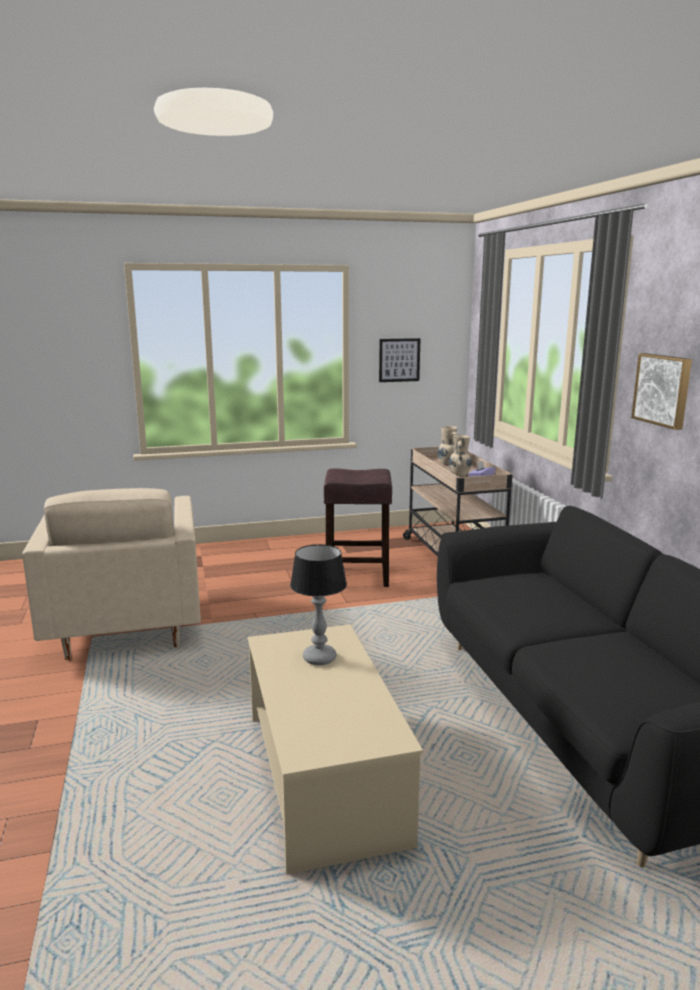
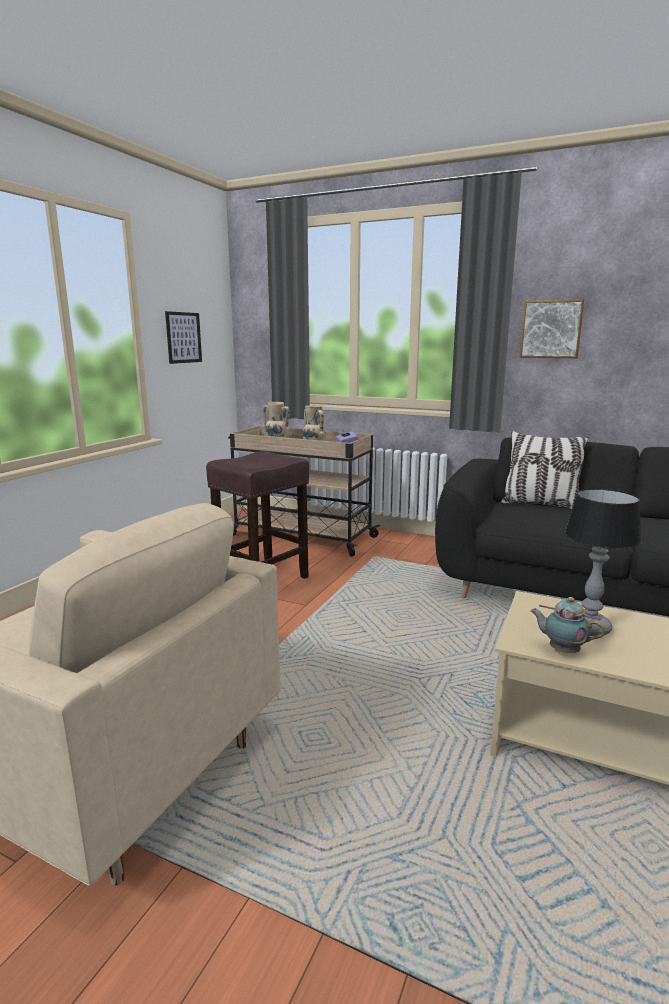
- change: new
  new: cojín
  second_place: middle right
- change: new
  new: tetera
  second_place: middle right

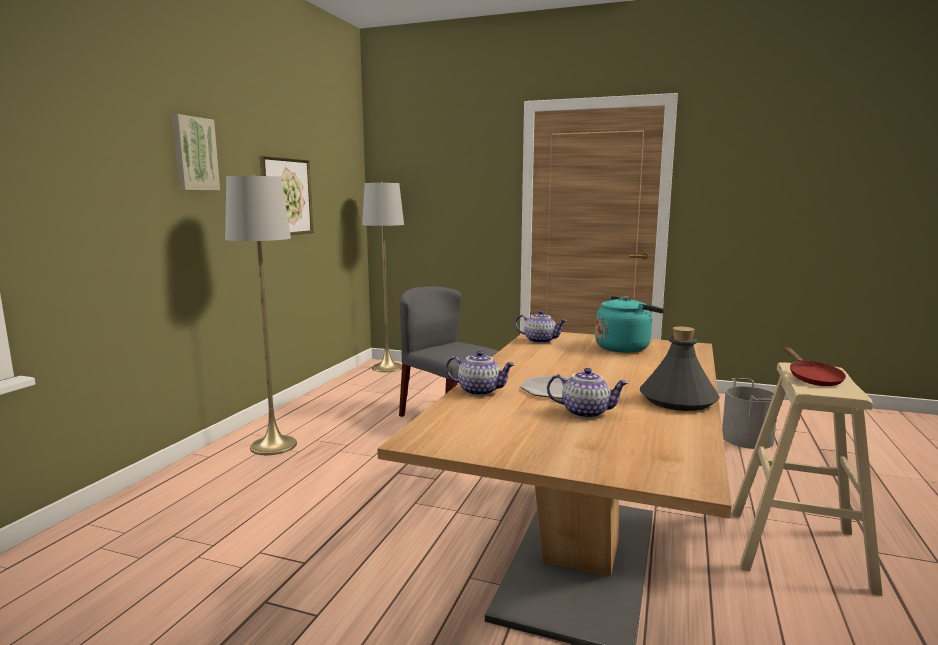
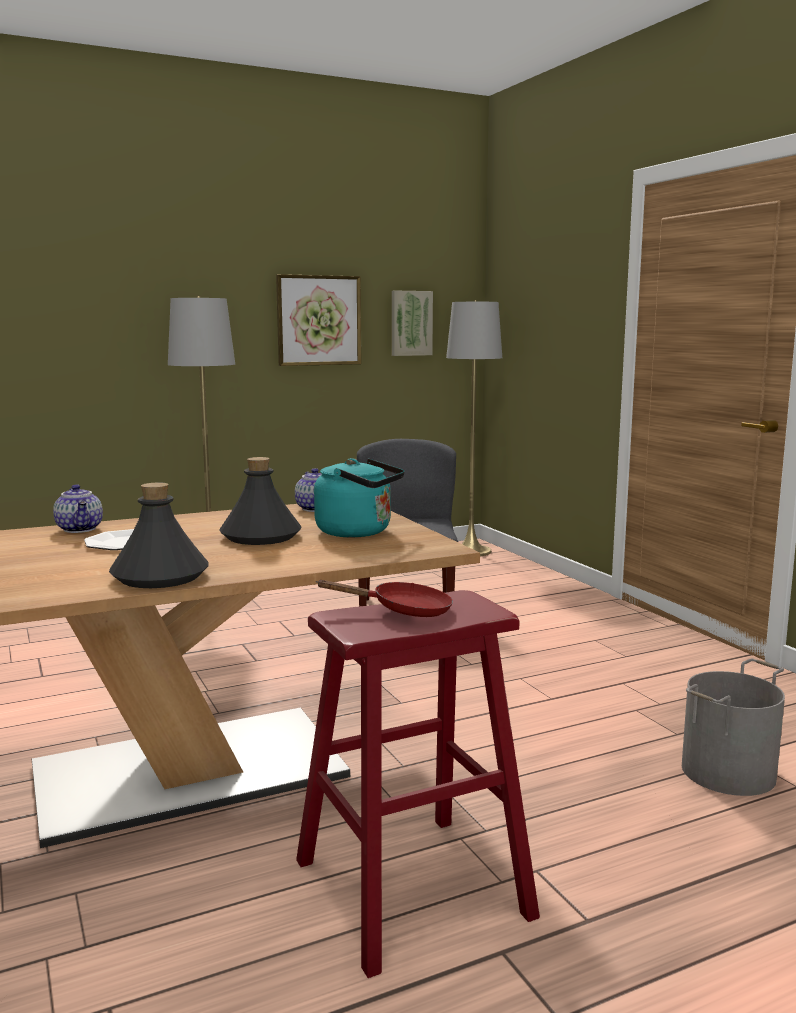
- change: gone
  old: tetera (no. 3 from left)
  first_place: centre
- change: new
  new: botella/gris (no. 2 from left)
  second_place: middle left
- change: shifted
  old: cuadro (no. 1 from left in the first image)
  new: cuadro (no. 2 from left)
  first_place: top left
  second_place: top centre
- change: repainted
  old: taburete/beis
  new: taburete/rojo
  first_place: bottom right
  second_place: bottom centre
- change: rotated
  old: sartén/rojo
  first_place: middle right
  second_place: centre
  degrees: -135

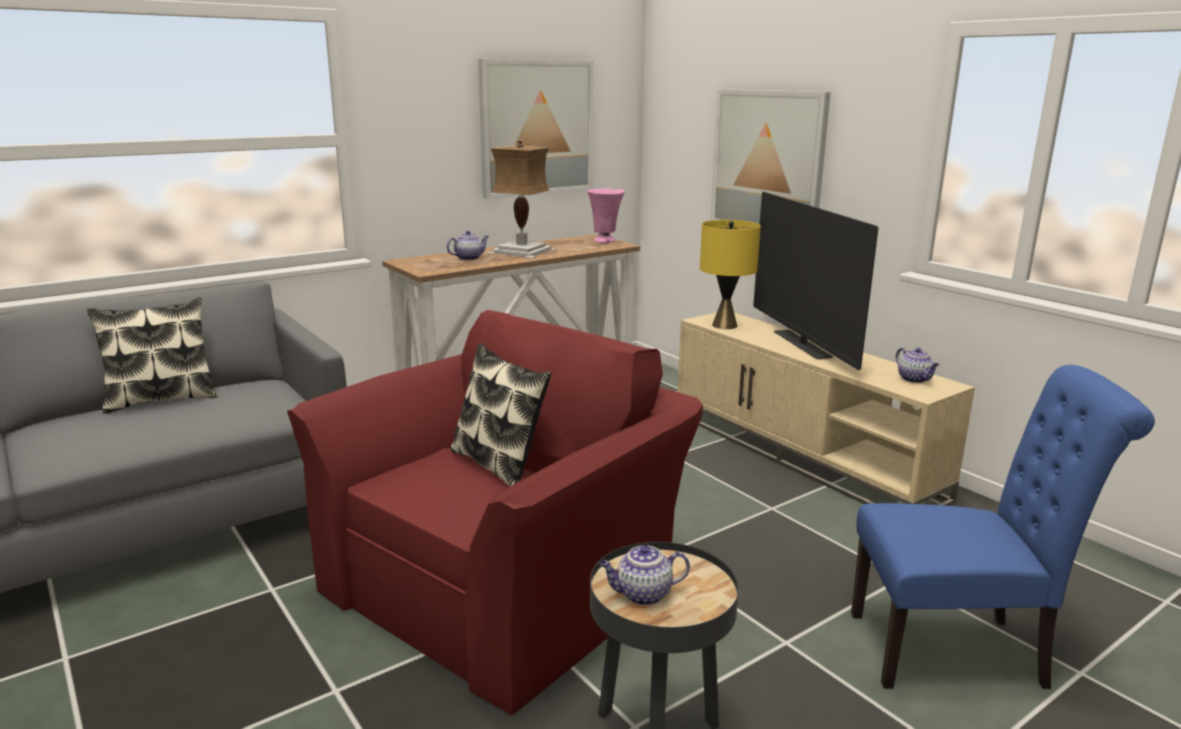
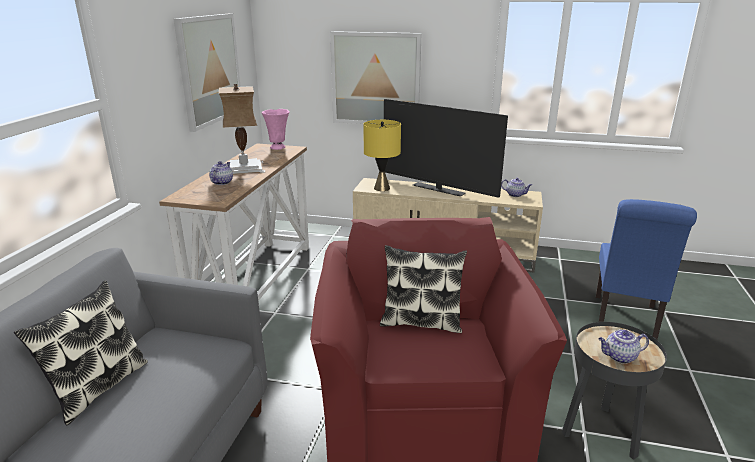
- change: rotated
  old: tetera (no. 2 from left in the first image)
  first_place: bottom centre
  second_place: bottom right
  degrees: 45
- change: rotated
  old: silla/azul
  first_place: bottom right
  second_place: middle right
  degrees: 150

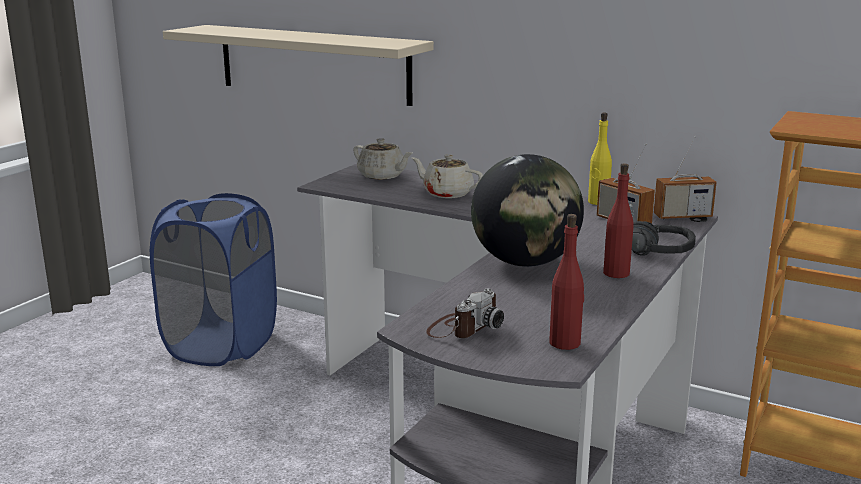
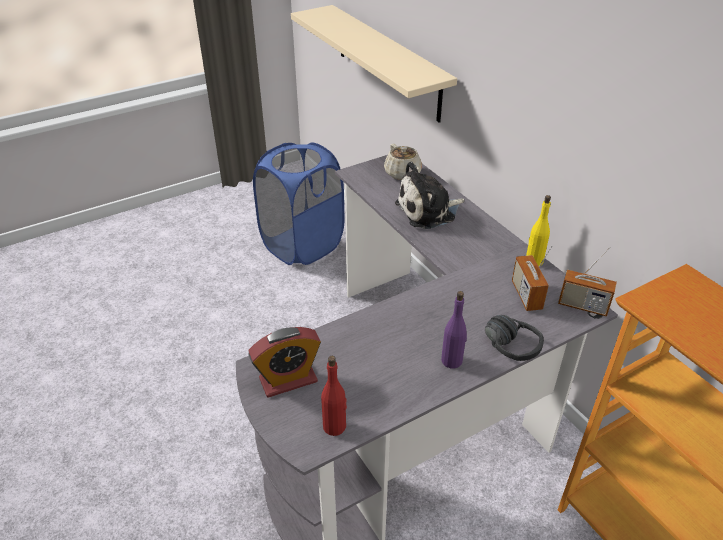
- change: gone
  old: globo terráqueo
  first_place: centre
- change: swapped
  old: tetera/beis (no. 2 from left)
  new: peluche
  first_place: centre
  second_place: centre
- change: swapped
  old: cámara
  new: despertador
  first_place: centre
  second_place: bottom centre
- change: repainted
  old: botella/rojo (no. 2 from left)
  new: botella/morado
  first_place: middle right
  second_place: centre

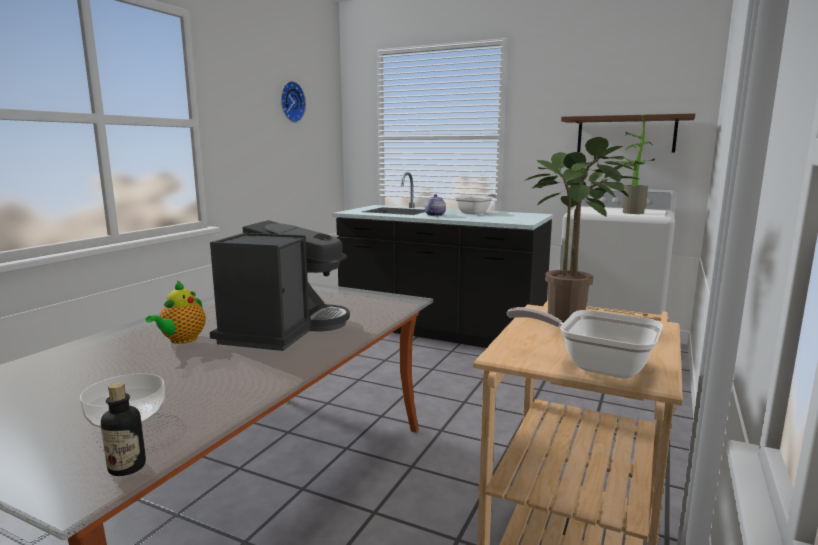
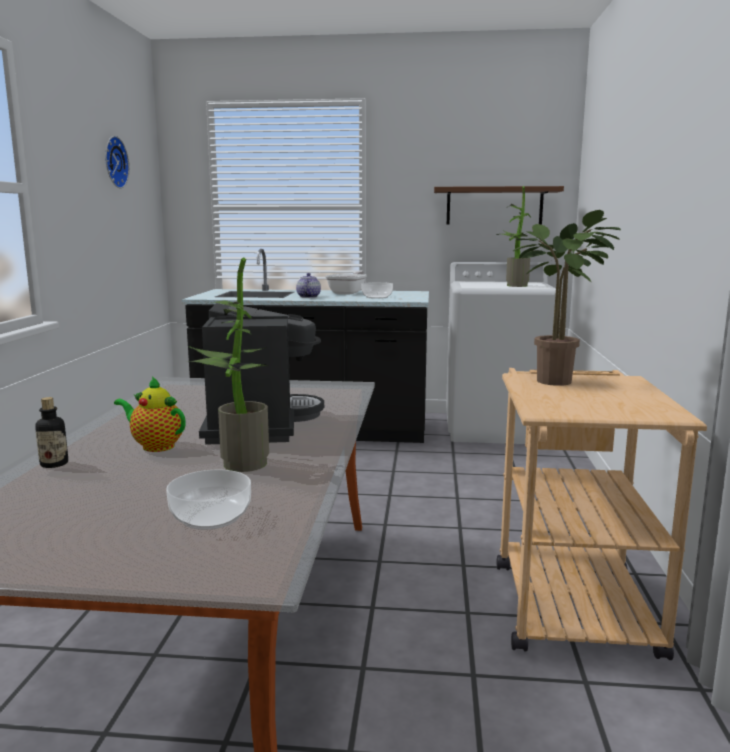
- change: gone
  old: sartén (no. 2 from left)
  first_place: middle right
- change: new
  new: planta en maceta (no. 1 from left)
  second_place: middle left
- change: new
  new: cuenco (no. 2 from left)
  second_place: centre
- change: shifted
  old: botella
  first_place: bottom left
  second_place: middle left
- change: rotated
  old: tetera (no. 1 from left)
  first_place: middle left
  second_place: middle left
  degrees: 120

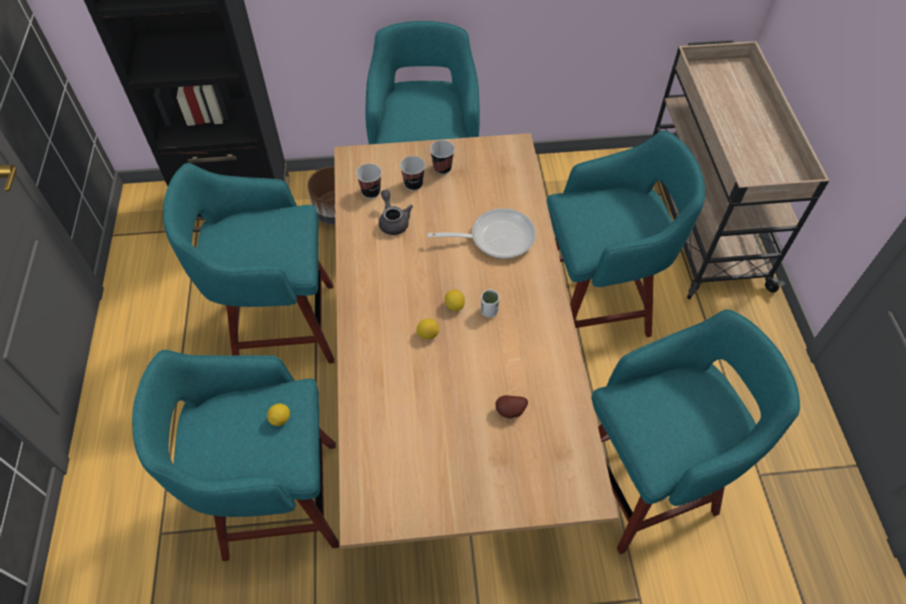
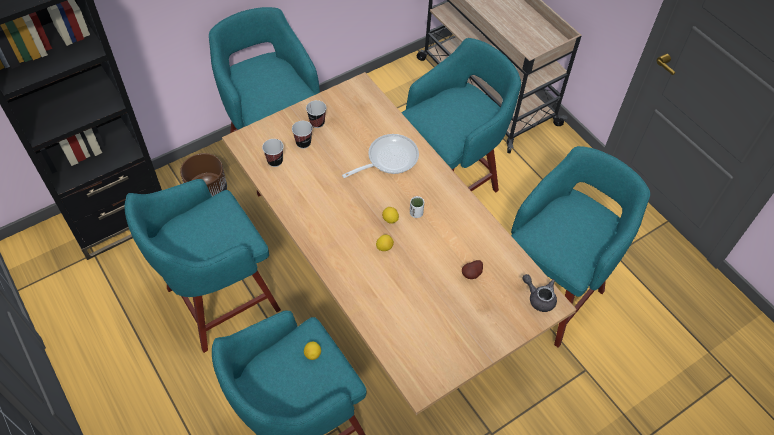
- change: shifted
  old: tetera/gris
  first_place: centre
  second_place: bottom right

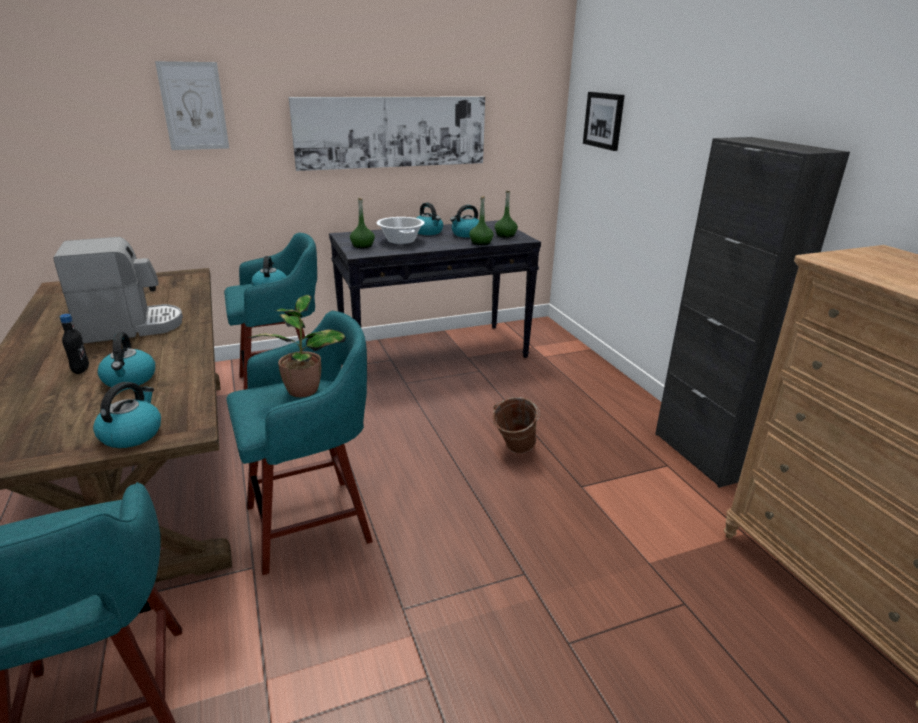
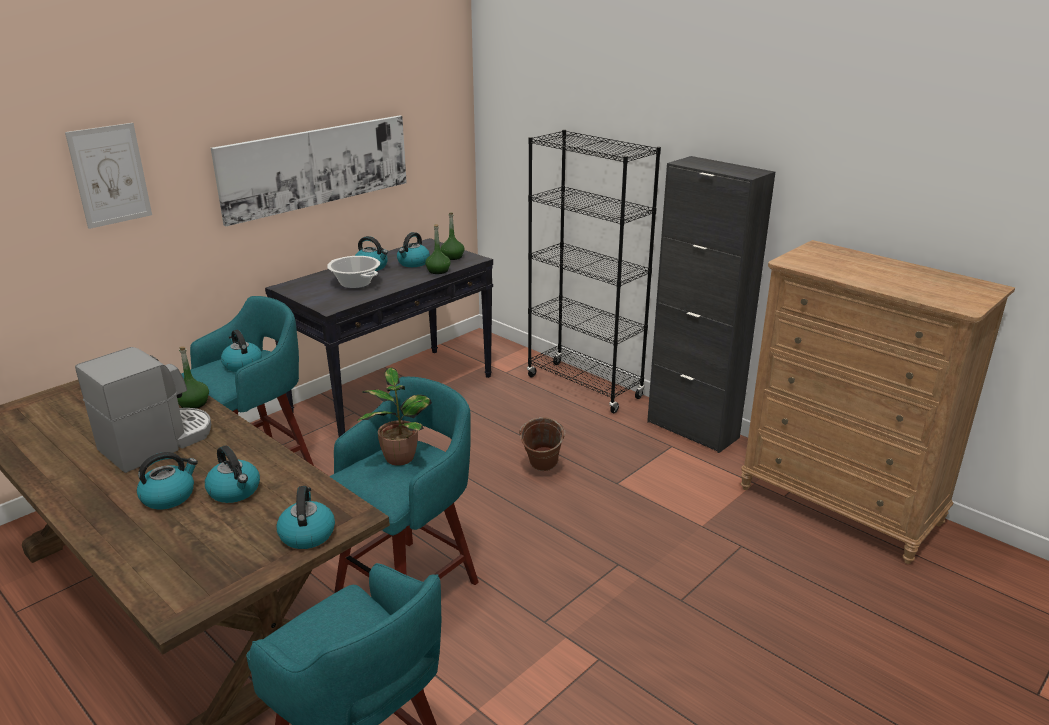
- change: gone
  old: cuadro (no. 3 from left)
  first_place: top centre
- change: new
  new: estantería/negro
  second_place: centre
- change: shifted
  old: botella/verde (no. 1 from left)
  first_place: top centre
  second_place: middle left
- change: swapped
  old: botella/negro
  new: hervidor (no. 1 from left)
  first_place: middle left
  second_place: middle left

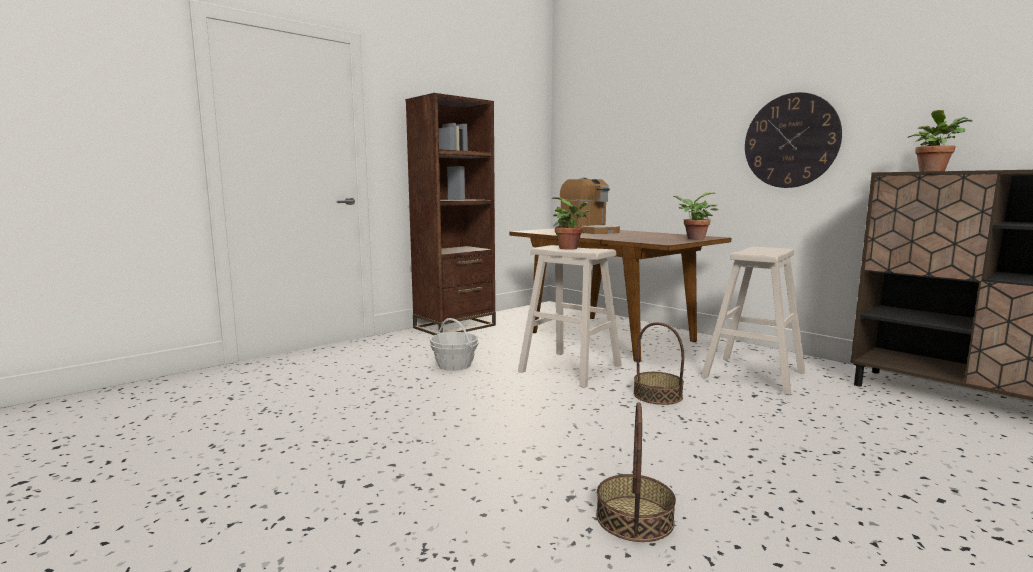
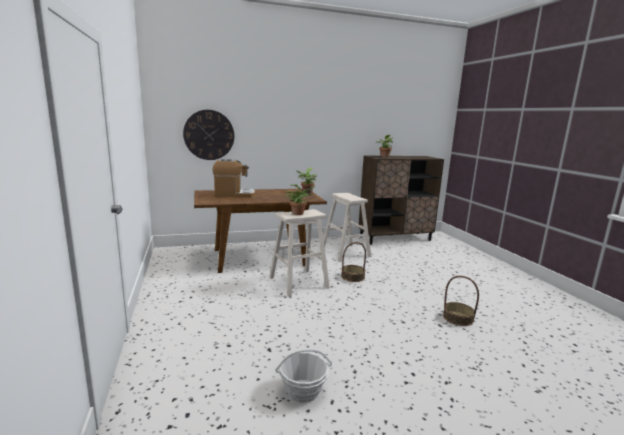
- change: gone
  old: estantería/marrón
  first_place: centre
- change: shifted
  old: cesta (no. 1 from left)
  first_place: centre
  second_place: bottom centre
- change: shifted
  old: reloj de pared
  first_place: top right
  second_place: top centre

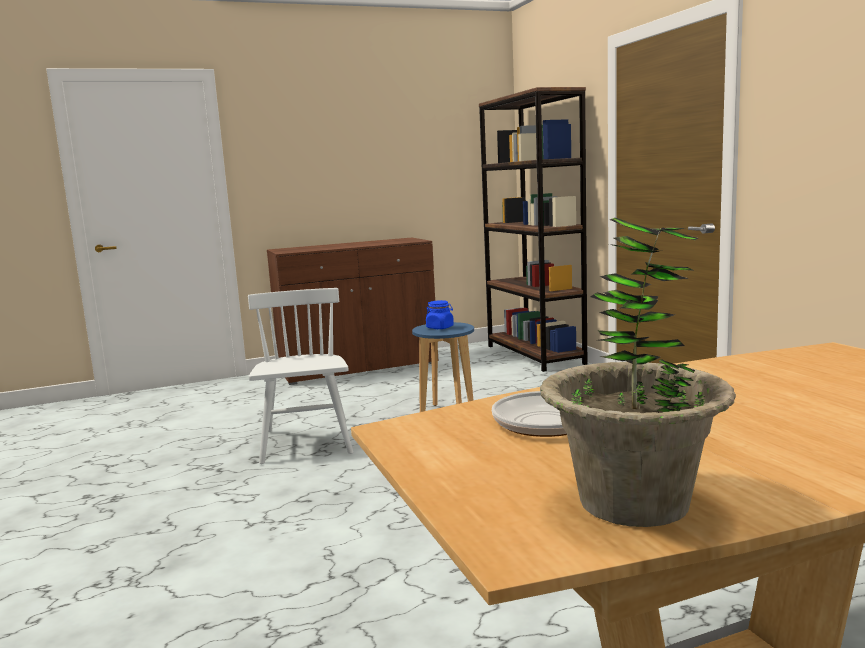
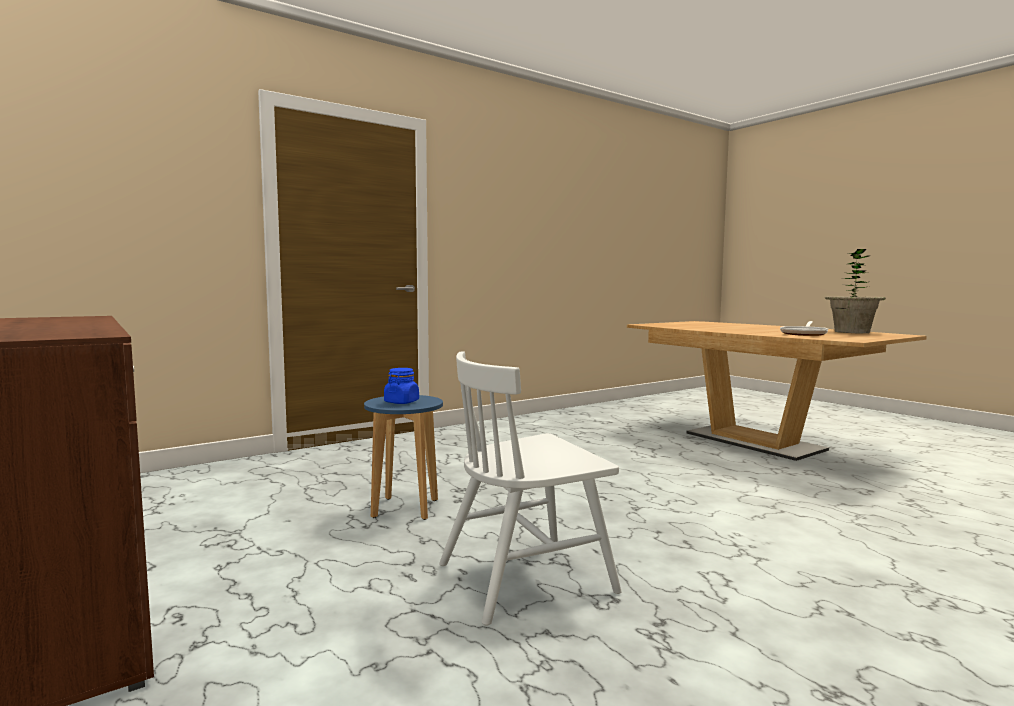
- change: gone
  old: estantería/marrón
  first_place: centre

